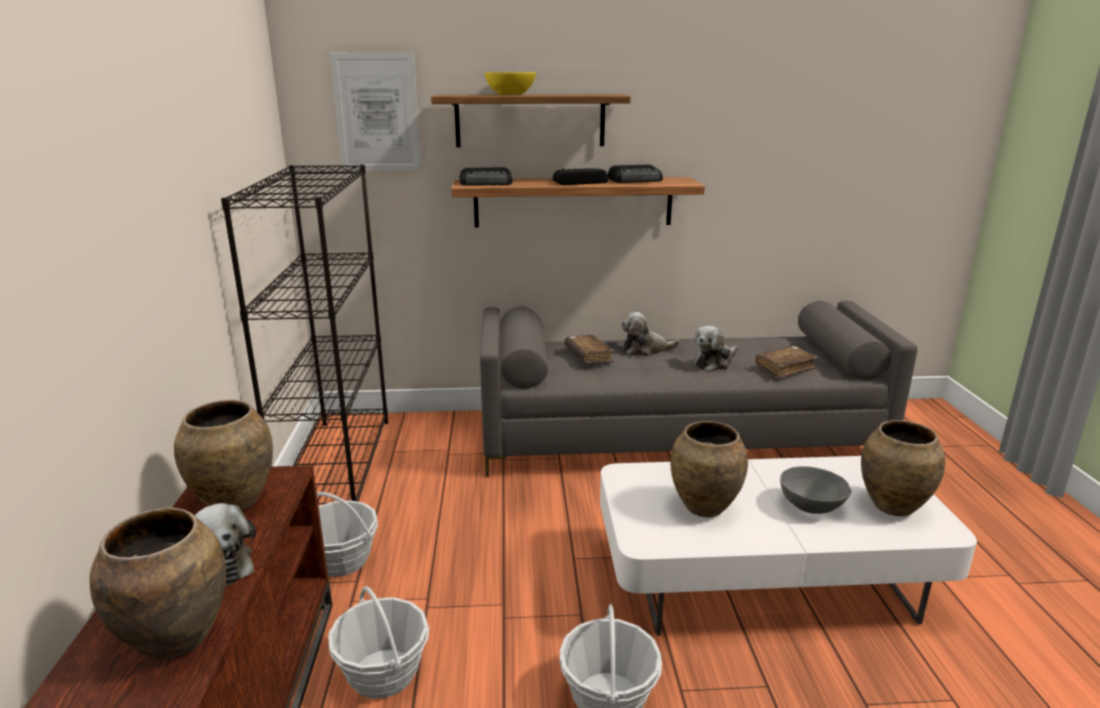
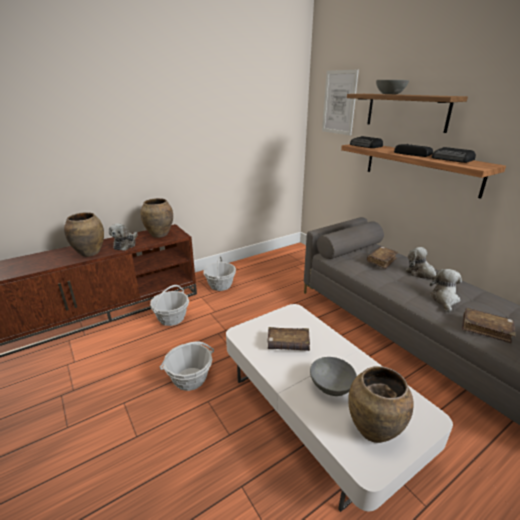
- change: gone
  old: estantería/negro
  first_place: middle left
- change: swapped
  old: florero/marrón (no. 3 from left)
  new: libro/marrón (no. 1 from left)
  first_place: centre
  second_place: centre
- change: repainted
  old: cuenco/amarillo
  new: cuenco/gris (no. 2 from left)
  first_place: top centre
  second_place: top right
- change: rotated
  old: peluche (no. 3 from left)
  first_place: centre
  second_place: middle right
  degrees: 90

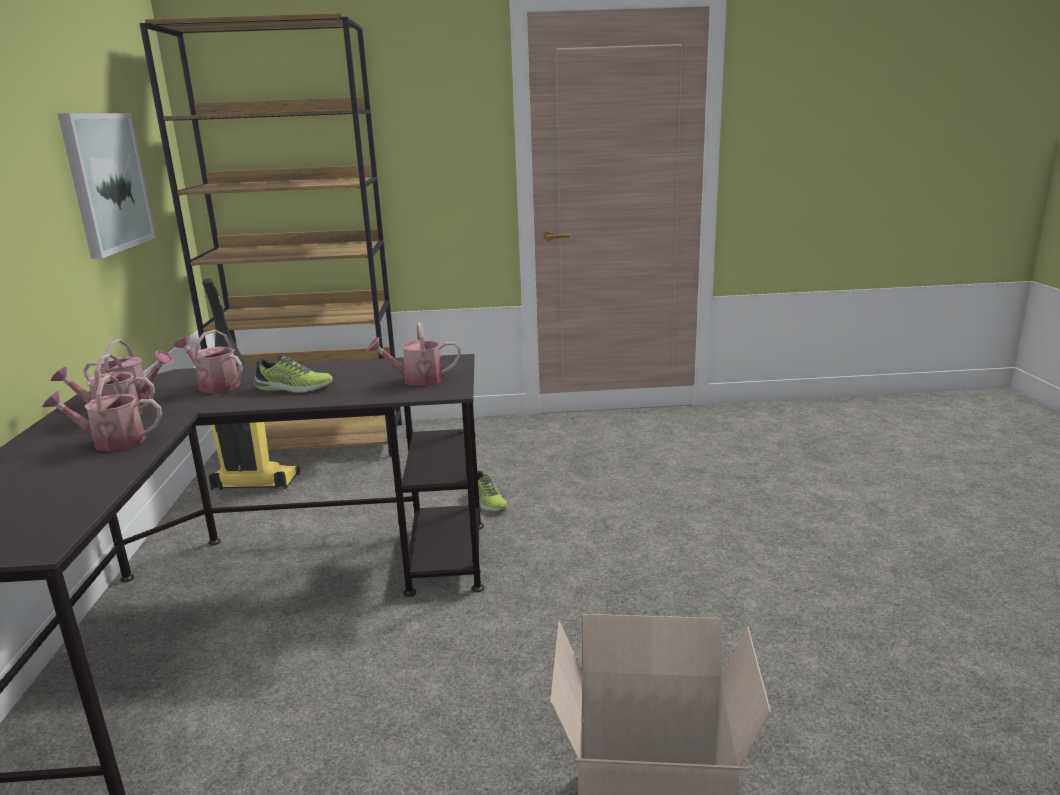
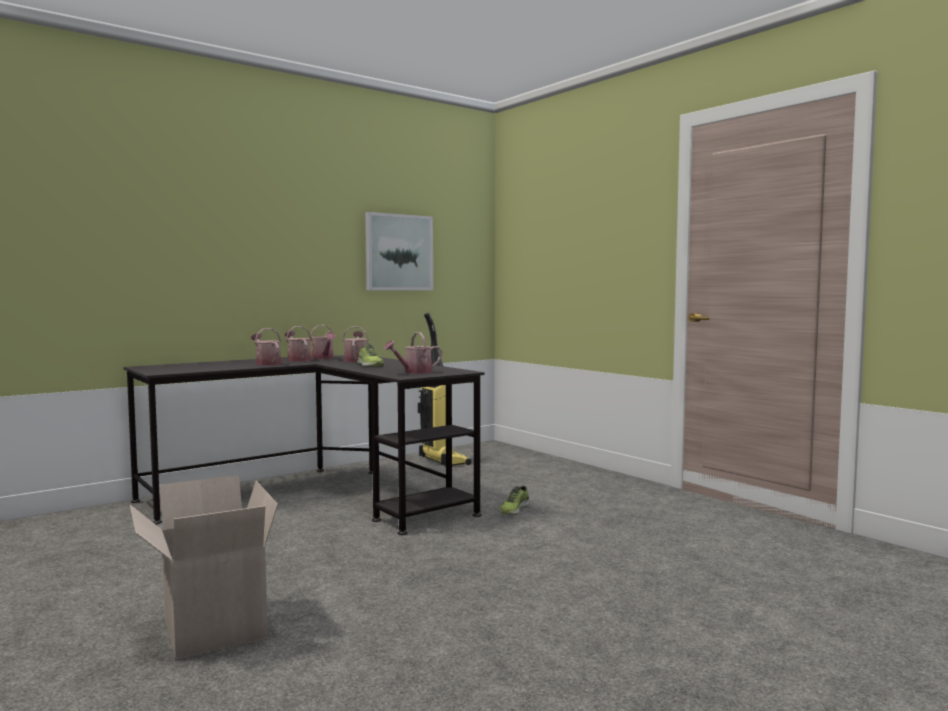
- change: gone
  old: estantería/marrón
  first_place: top left
- change: rotated
  old: regadera (no. 5 from left)
  first_place: centre
  second_place: centre
  degrees: -75

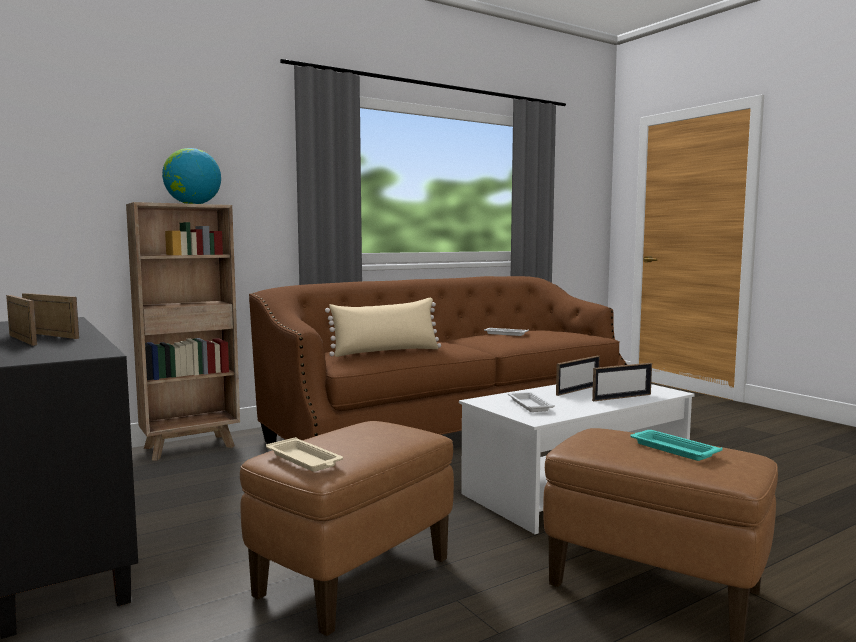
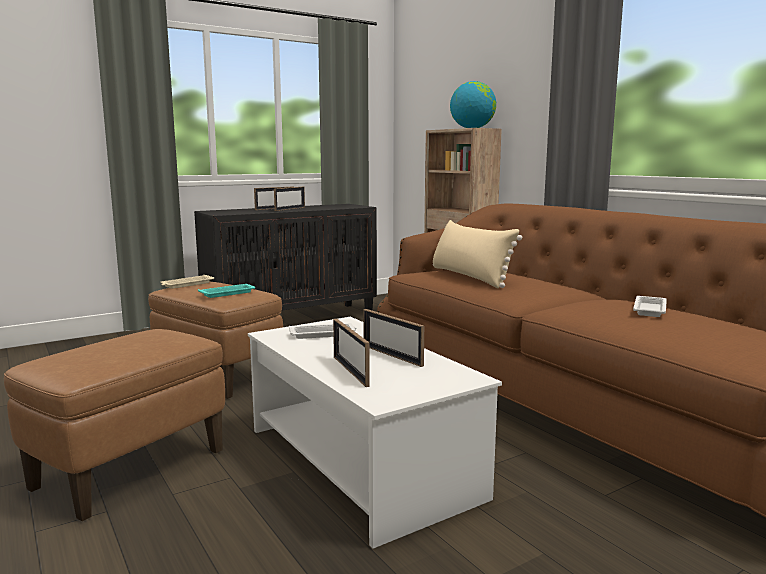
- change: shifted
  old: bandeja/turquesa
  first_place: bottom right
  second_place: middle left

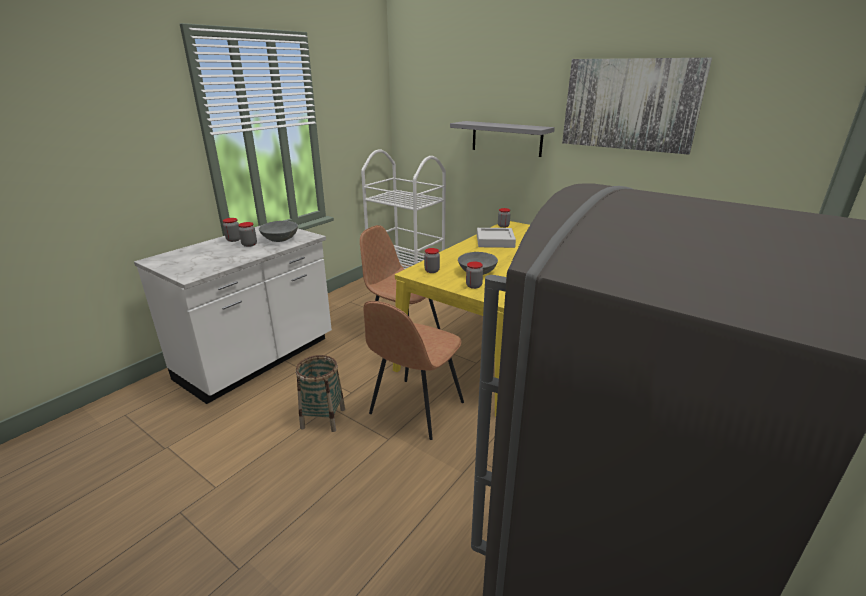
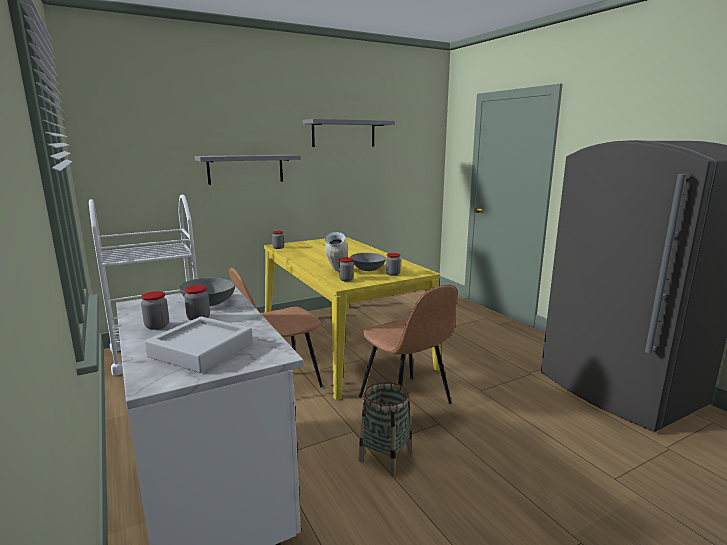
- change: new
  new: florero
  second_place: centre
- change: shifted
  old: bandeja/gris
  first_place: centre
  second_place: middle left
- change: swapped
  old: cuadro
  new: estante/gris (no. 2 from left)
  first_place: top right
  second_place: top centre

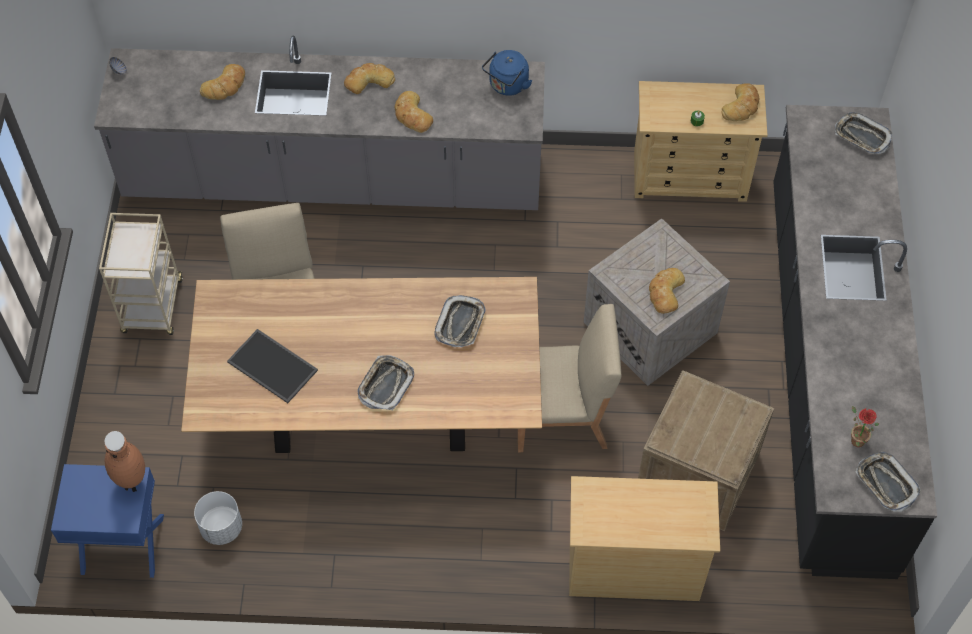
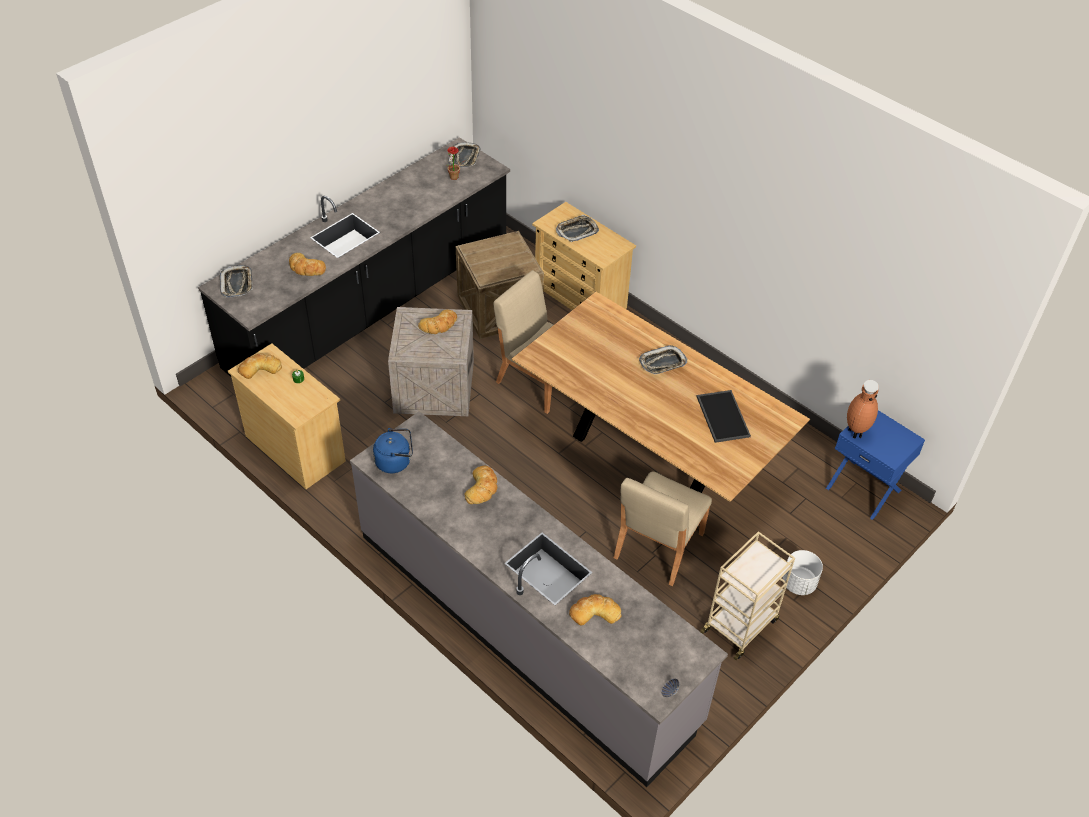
- change: shifted
  old: maceta/blanco
  first_place: bottom left
  second_place: bottom right
- change: shifted
  old: pan (no. 2 from left)
  first_place: top centre
  second_place: top left
- change: shifted
  old: bandeja (no. 3 from left)
  first_place: centre
  second_place: top centre

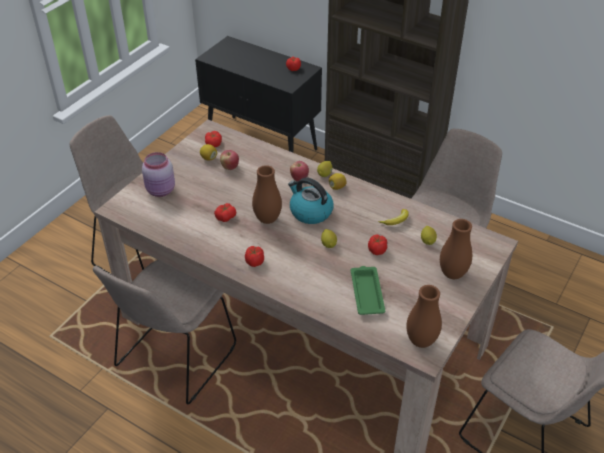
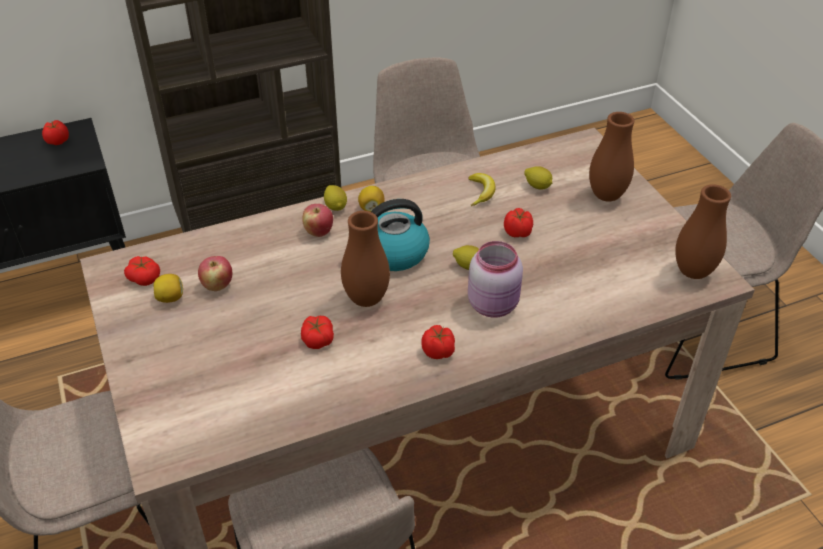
- change: gone
  old: bandeja/verde
  first_place: centre
- change: shifted
  old: tarro/rosa
  first_place: middle left
  second_place: centre

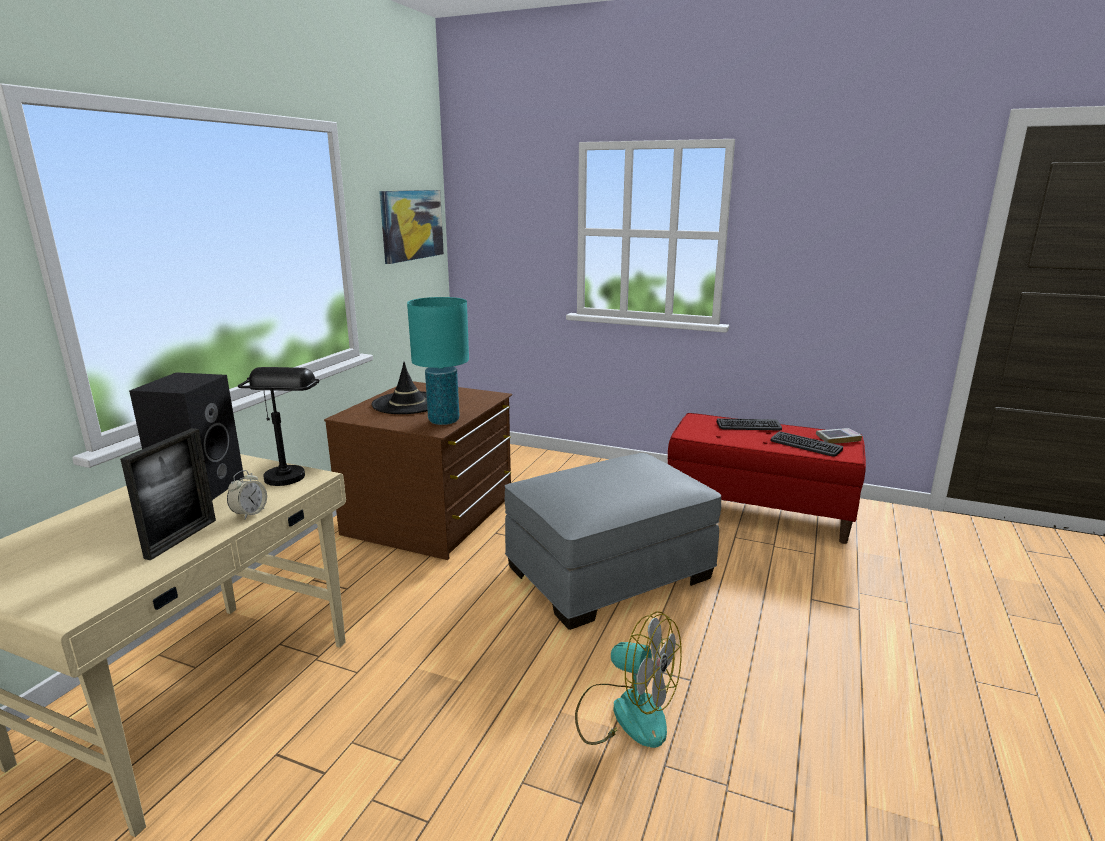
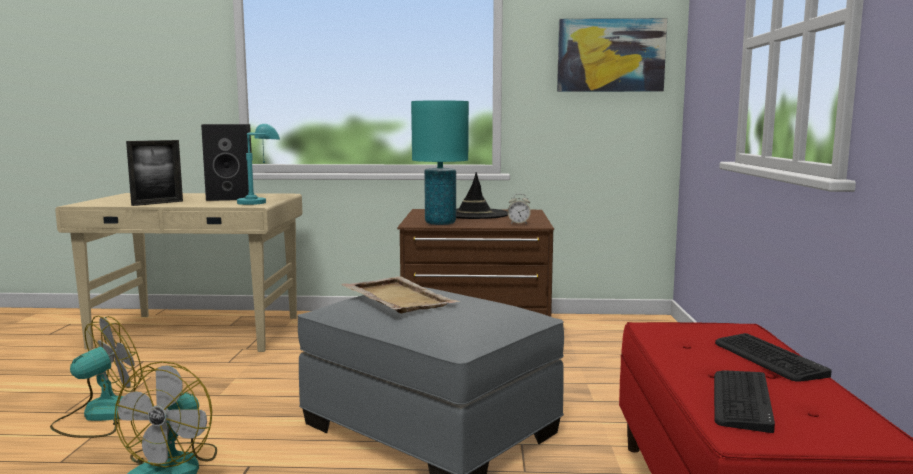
- change: gone
  old: libro
  first_place: middle right
- change: new
  new: ventilador (no. 1 from left)
  second_place: bottom left
- change: new
  new: bandeja/beis
  second_place: centre
- change: shifted
  old: despertador
  first_place: middle left
  second_place: centre
- change: repainted
  old: lámpara de mesa/negro
  new: lámpara de mesa/turquesa (no. 1 from left)
  first_place: middle left
  second_place: middle left
- change: rotated
  old: portarretratos
  first_place: middle left
  second_place: middle left
  degrees: -45

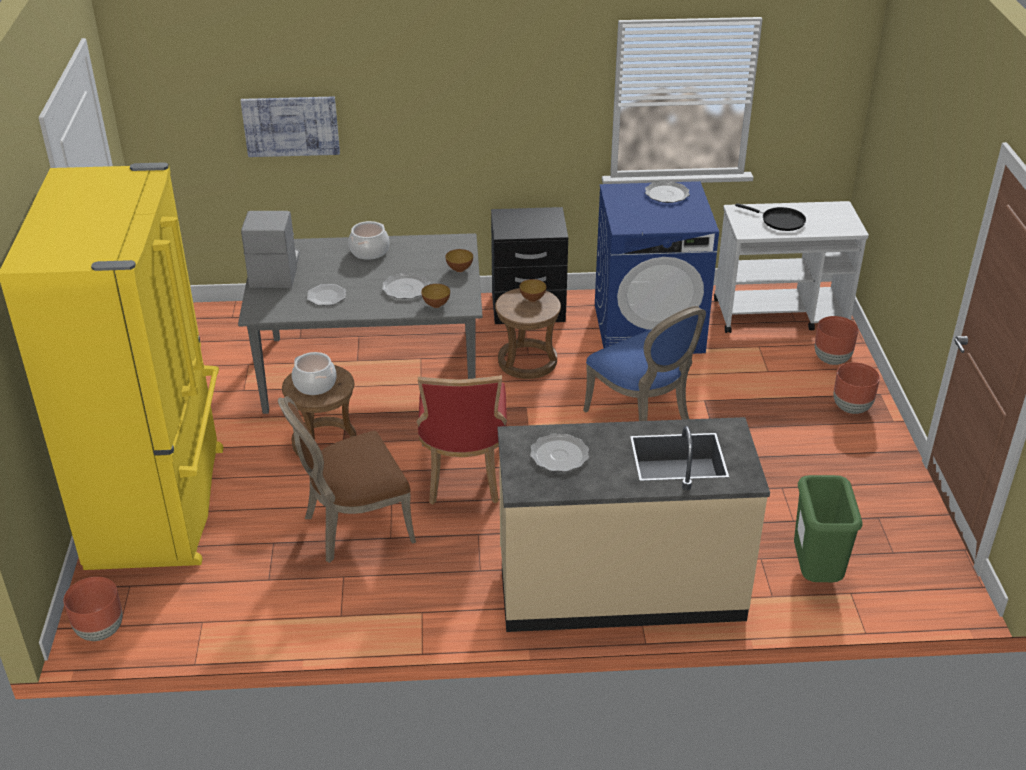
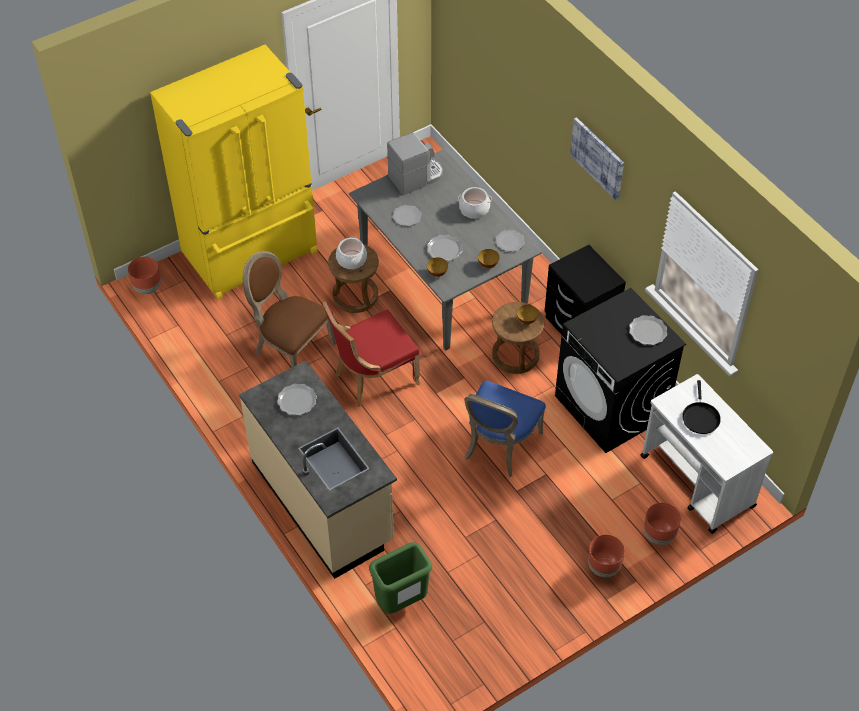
- change: new
  new: plato (no. 4 from left)
  second_place: centre
- change: shifted
  old: cuadro
  first_place: top left
  second_place: top right
- change: repainted
  old: lavadora/azul
  new: lavadora/negro
  first_place: centre
  second_place: middle right

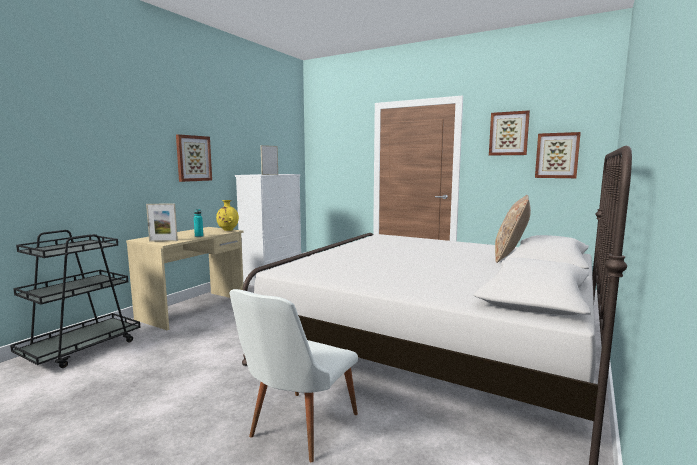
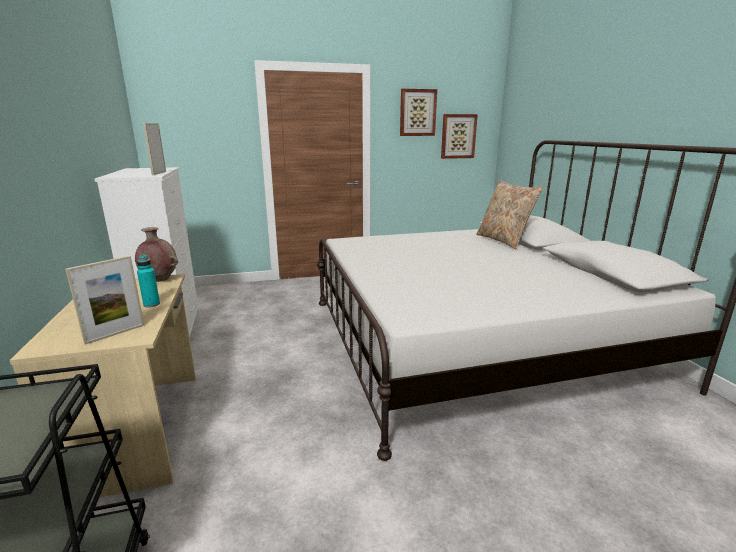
- change: gone
  old: cuadro (no. 1 from left)
  first_place: middle left
- change: gone
  old: silla/blanco
  first_place: bottom centre
- change: repainted
  old: florero/amarillo
  new: florero/marrón
  first_place: middle left
  second_place: middle left

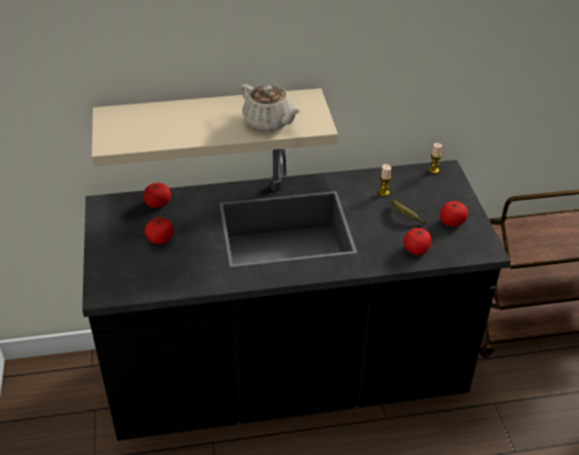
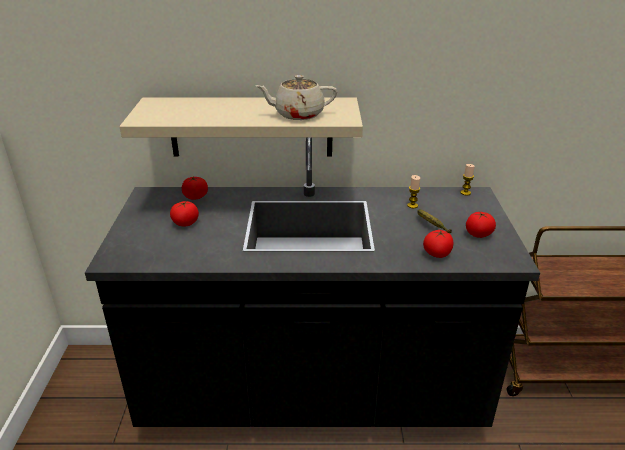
- change: rotated
  old: tetera/beis
  first_place: top centre
  second_place: top centre
  degrees: 120

